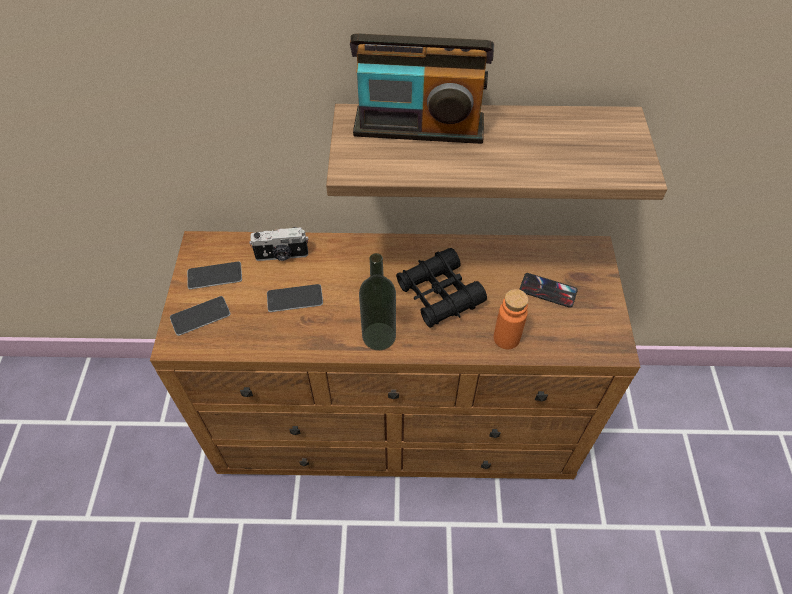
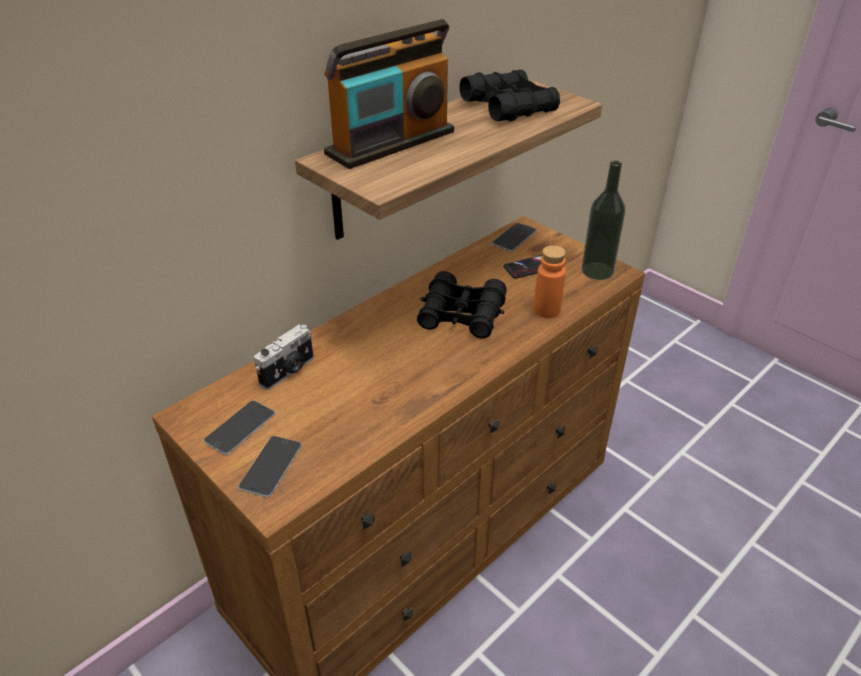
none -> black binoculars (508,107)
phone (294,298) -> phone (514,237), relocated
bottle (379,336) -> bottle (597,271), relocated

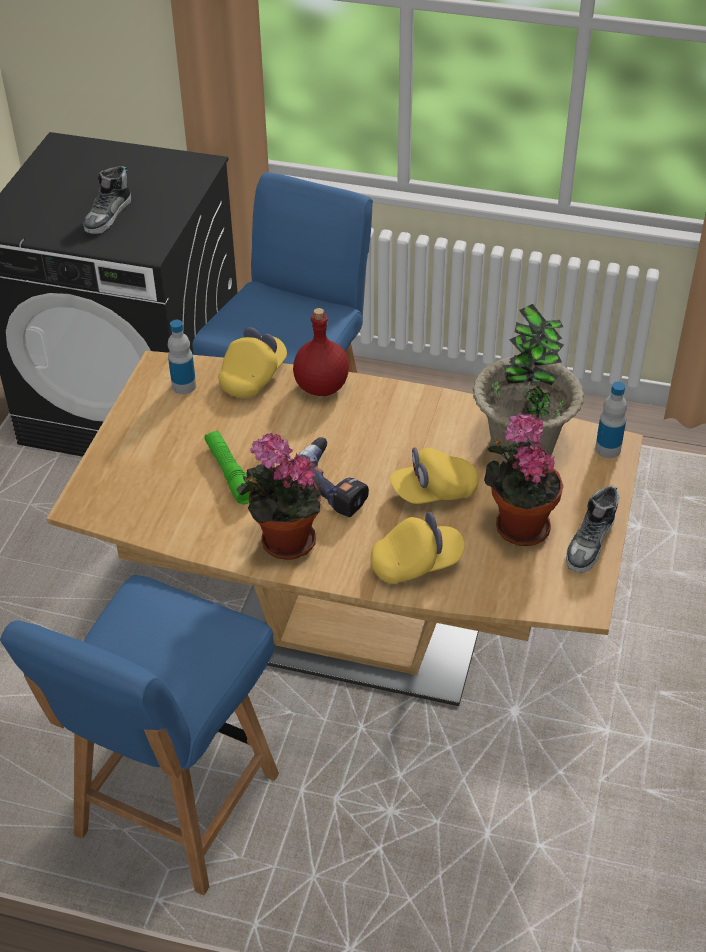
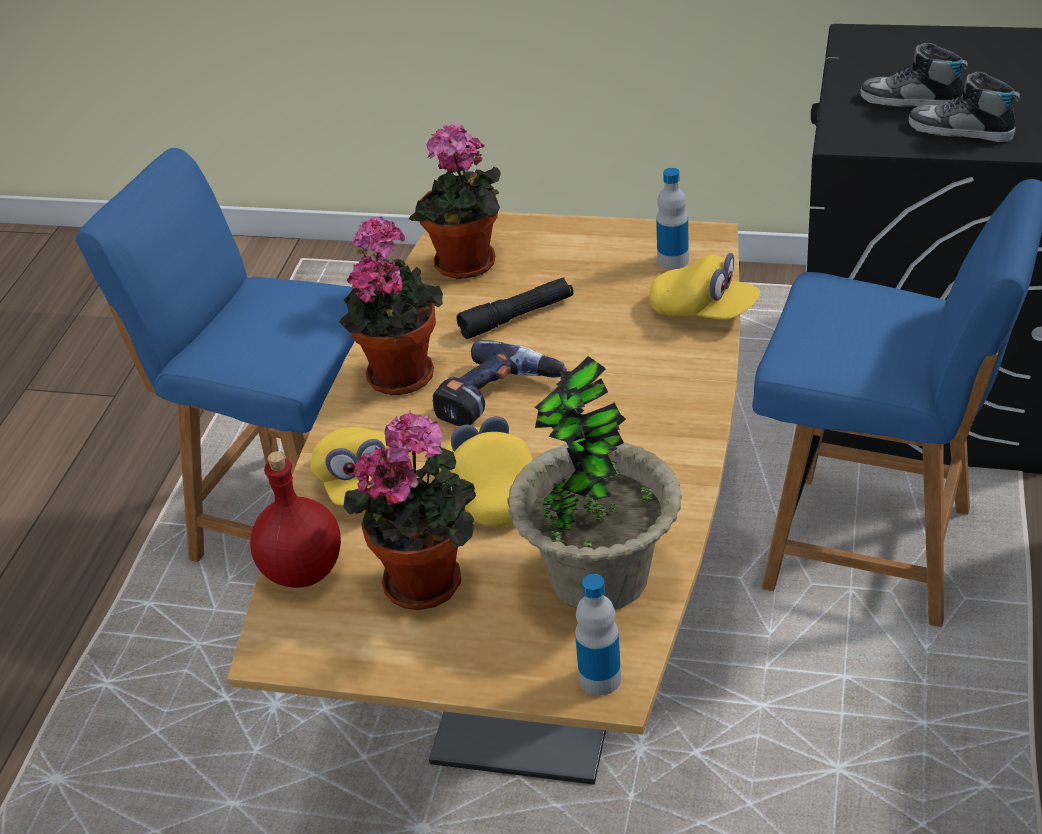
none -> potted plant (466,267)
red bottle (321,386) -> red bottle (304,570), relocated
shoe (590,543) -> shoe (960,131), relocated
green flashlight (229,473) -> black flashlight (517,317)

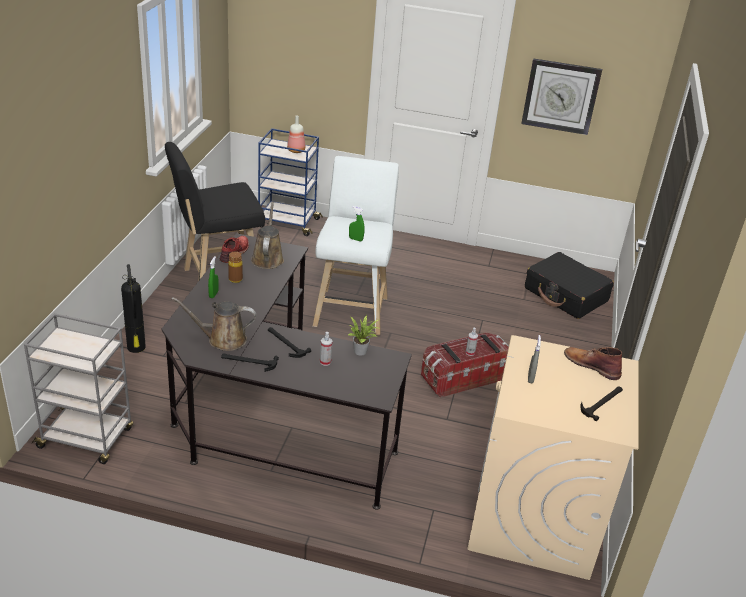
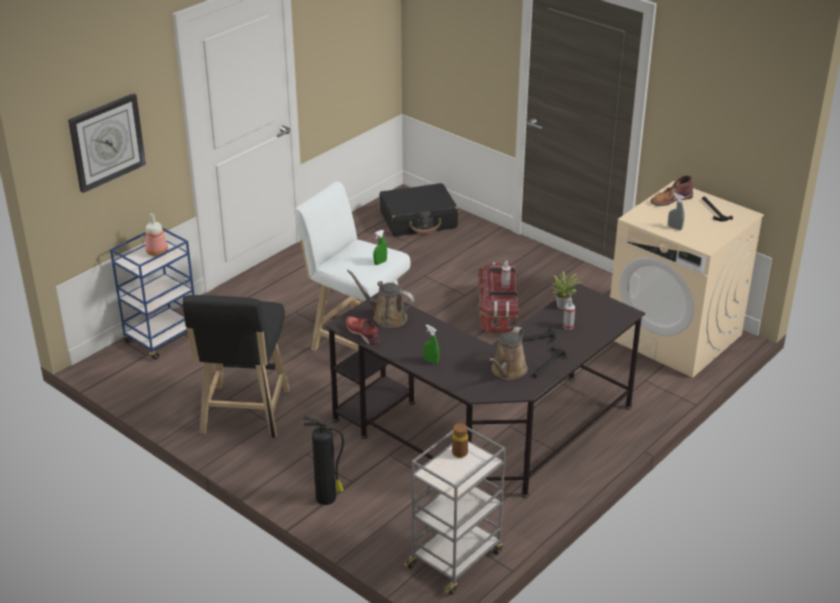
brown bottle (235,279) -> brown bottle (459,453), relocated
wall clock (560,96) -> wall clock (106,142), relocated

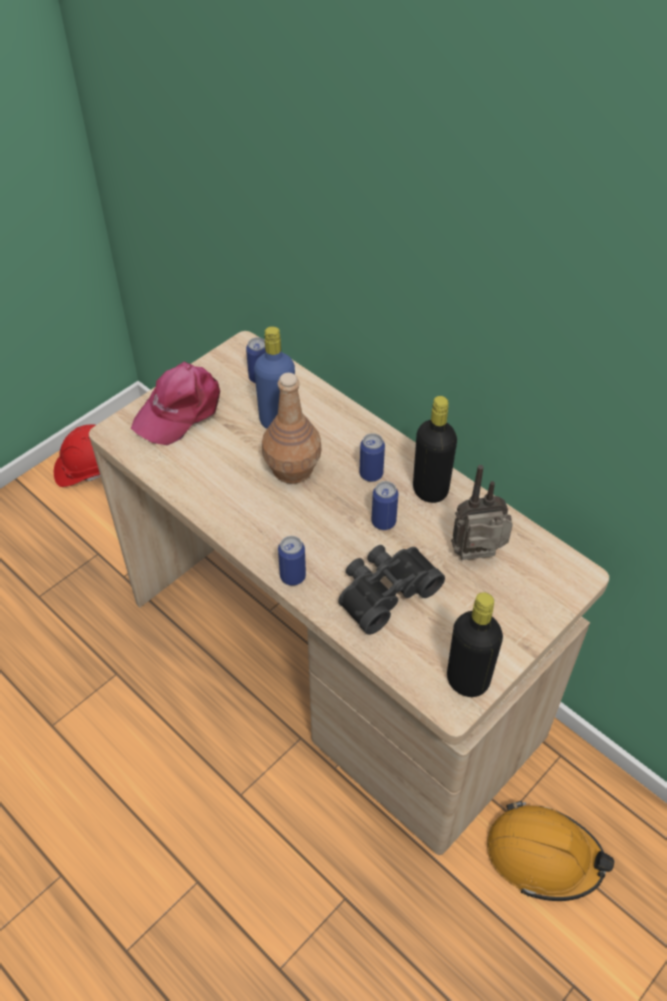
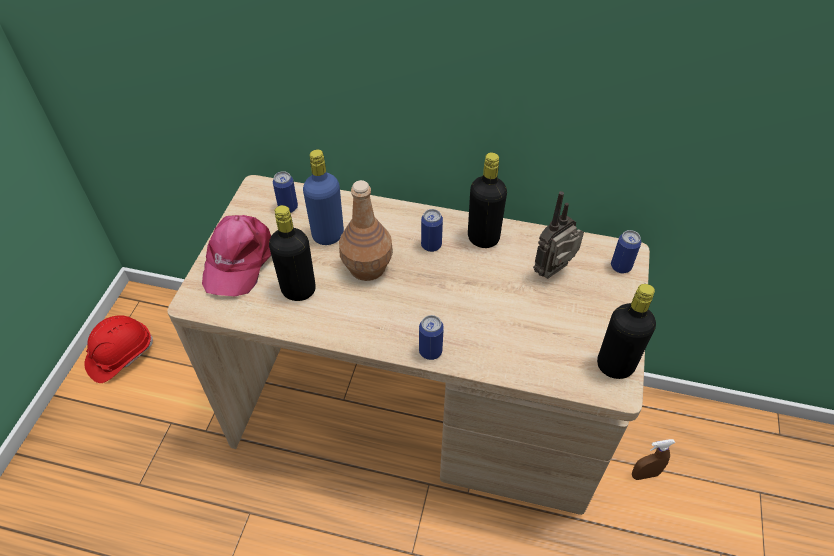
black binoculars (384,591) -> none
none -> black bottle (298,290)
can (383,522) -> can (620,266), relocated
orange hard hat (543,856) -> brown spray bottle (644,474)

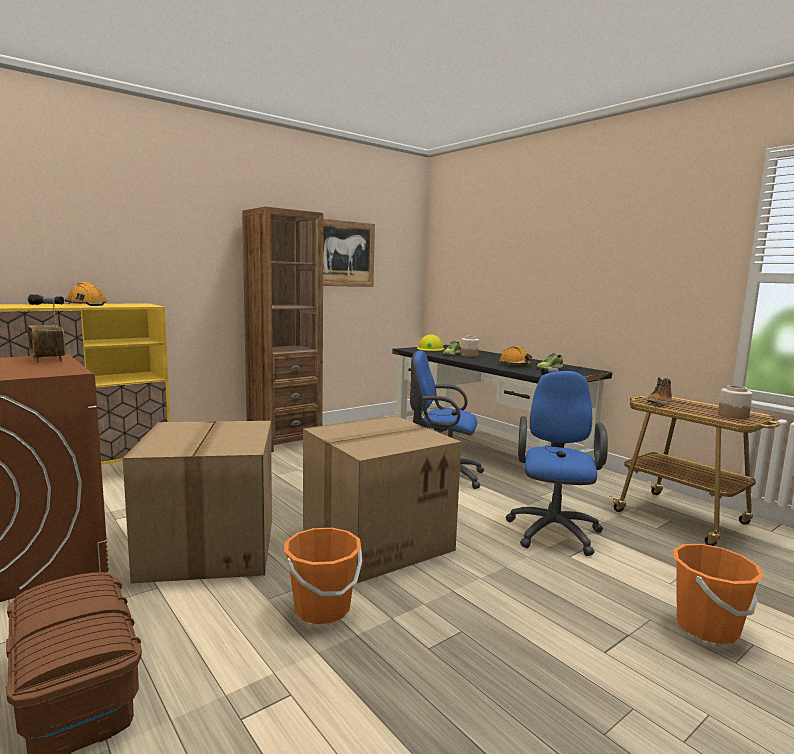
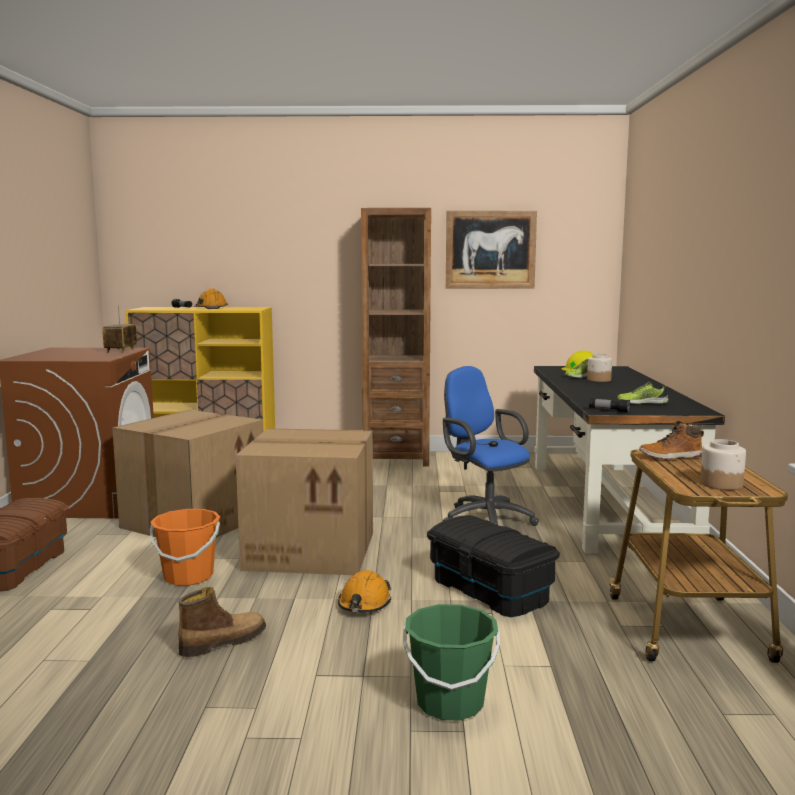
none -> boot (222,642)
orange hard hat (516,365) -> orange hard hat (364,604), relocated
blue office chair (553,530) -> black storage box (490,590)
orange bucket (707,627) -> green bucket (450,703)

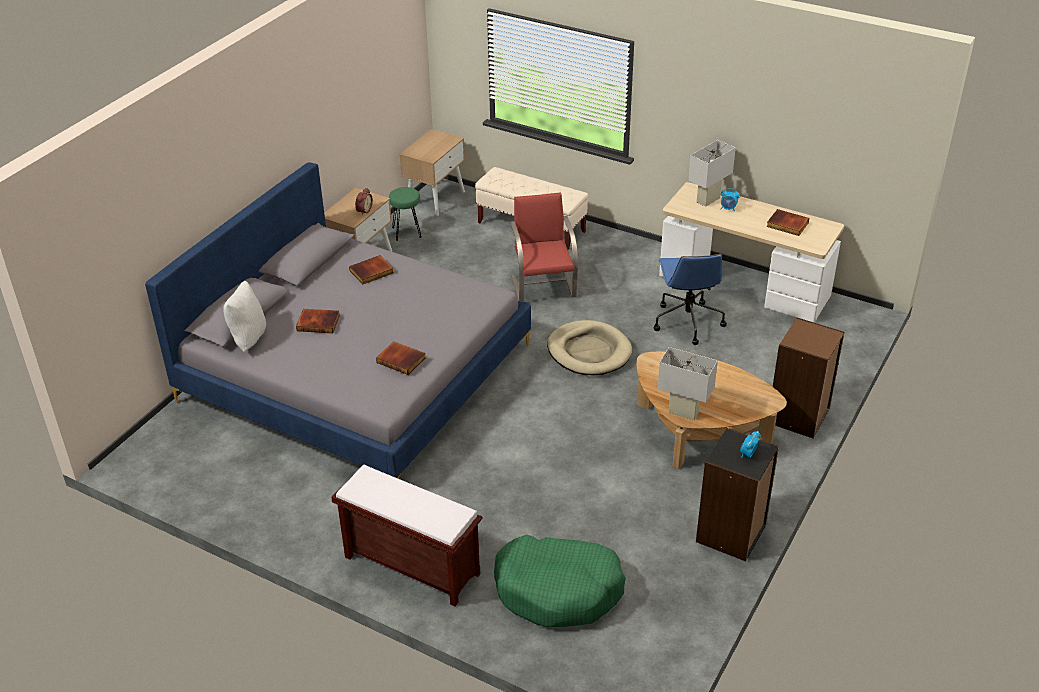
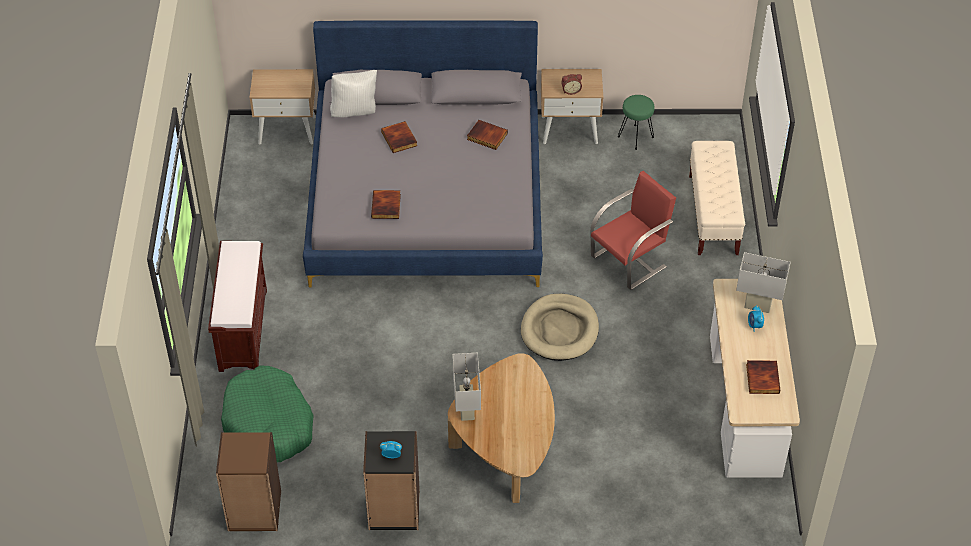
blue office chair (687,321) -> none
beige nightstand (435,198) -> beige nightstand (287,130), relocated
brown bookcase (799,416) -> brown bookcase (254,511), relocated

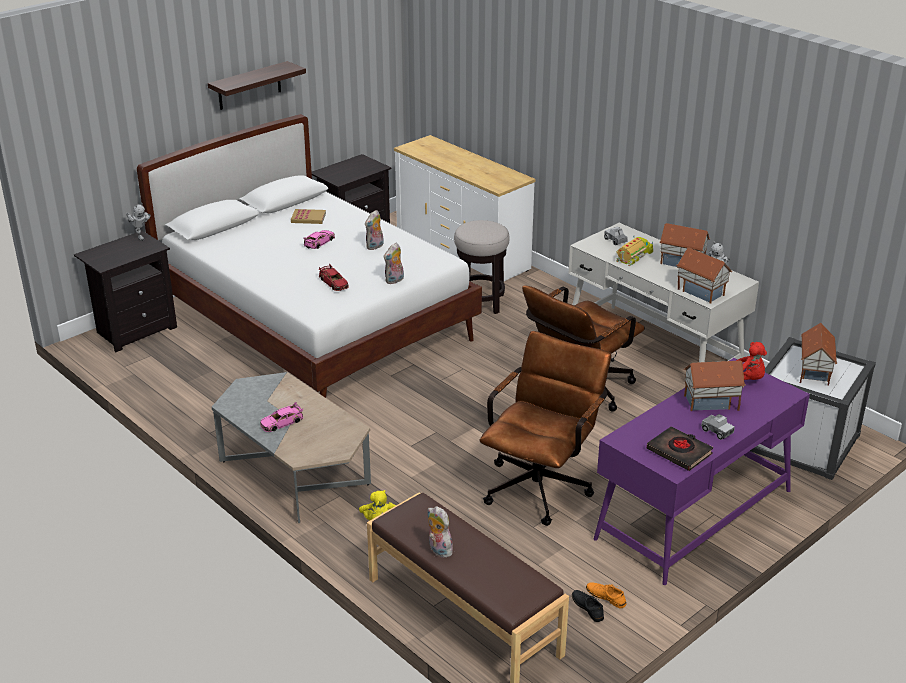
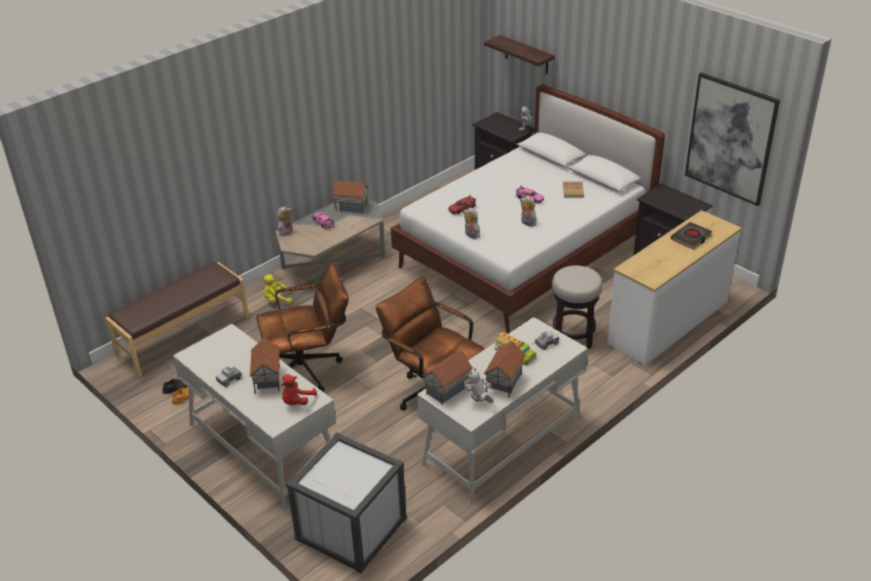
none -> picture (730,139)
shelf (249,86) -> shelf (526,55), relocated
plush toy (438,550) -> plush toy (285,232), relocated
black book (679,452) -> black book (691,238), relocated
toy house (813,372) -> toy house (351,207), relocated
purple desk (693,514) -> white desk (263,446)
brown office chair (541,484) -> brown office chair (309,369), 45 degrees counterclockwise

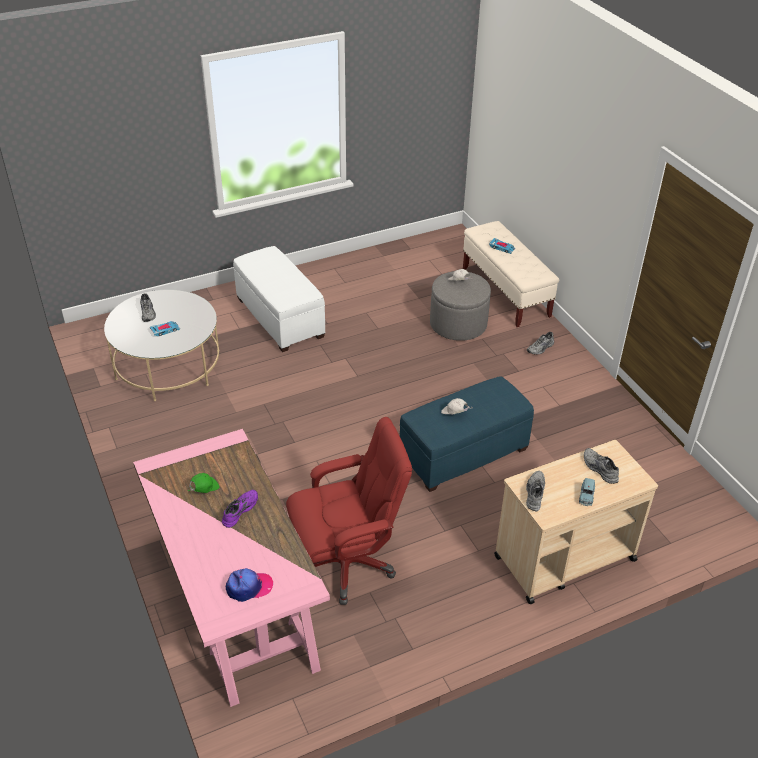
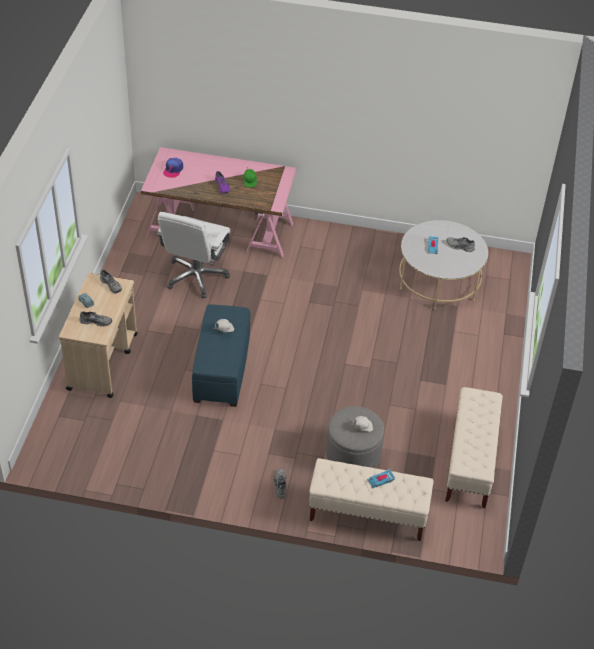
white ottoman (280,318) -> none
none -> beige bench (470,462)
red office chair (347,562) -> white office chair (196,276)

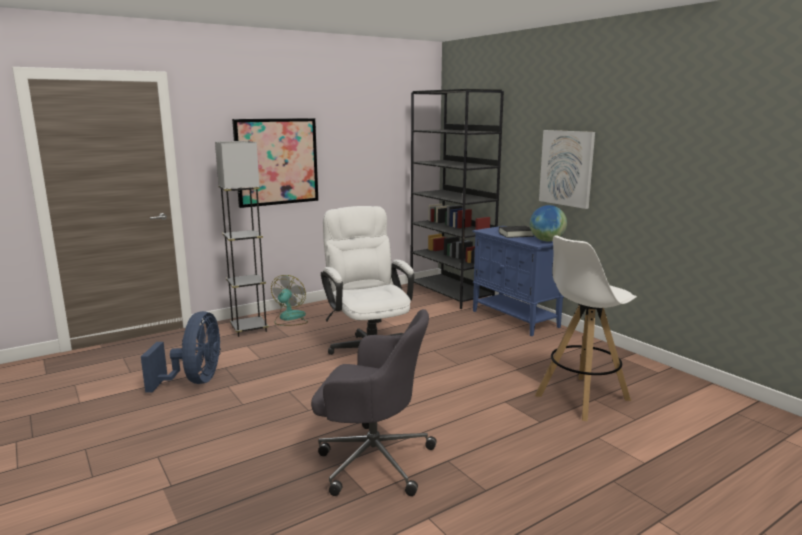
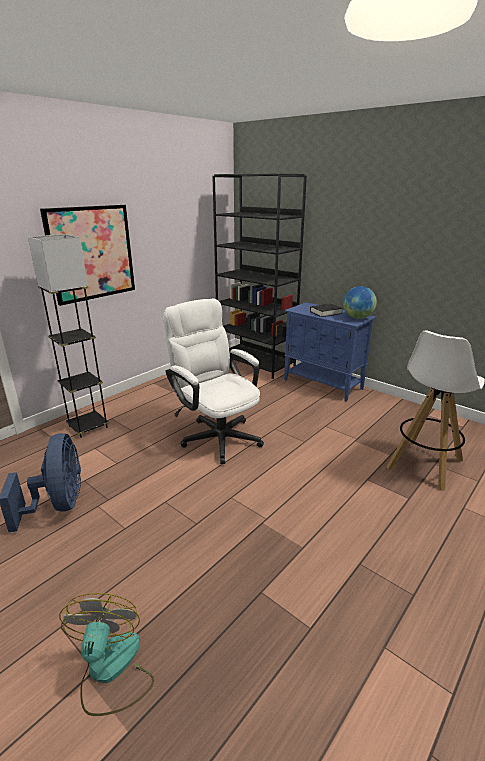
grey office chair (372,460) -> none
picture (566,168) -> none
fan (289,318) -> fan (111,670), relocated

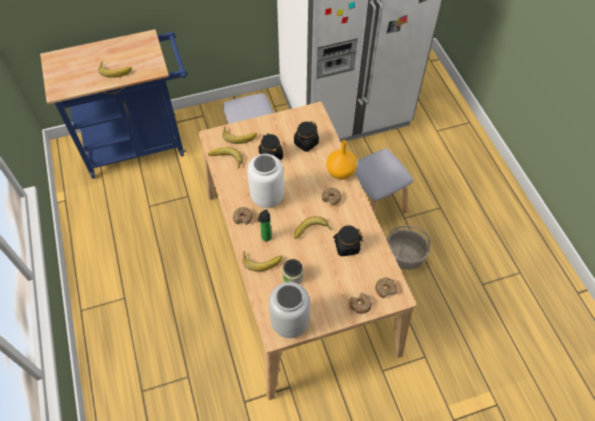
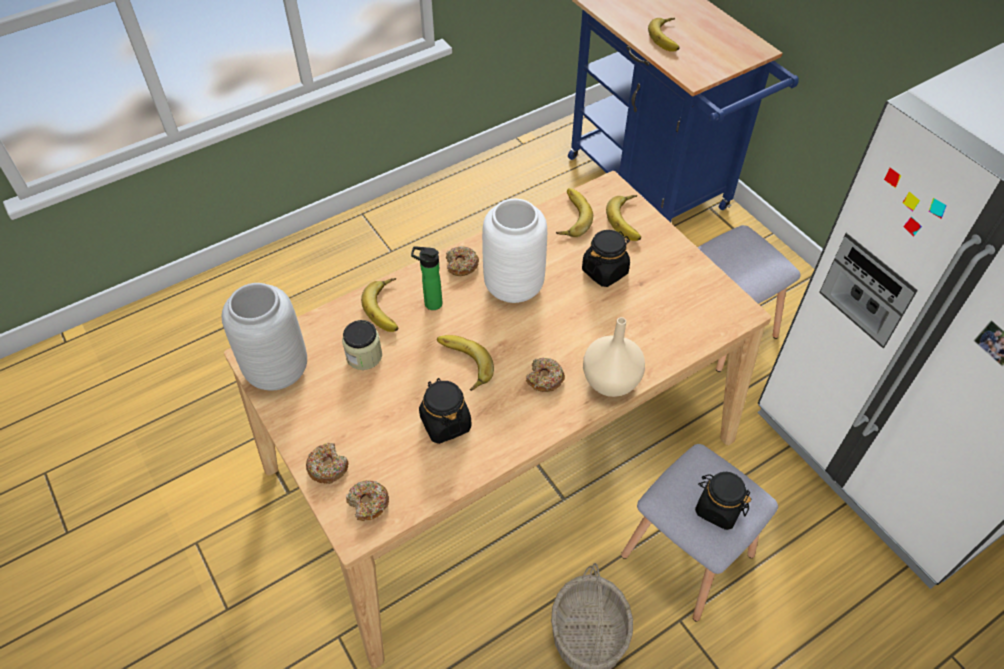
black jar (306,143) -> black jar (718,508), relocated
orange vase (340,172) -> beige vase (610,380)

